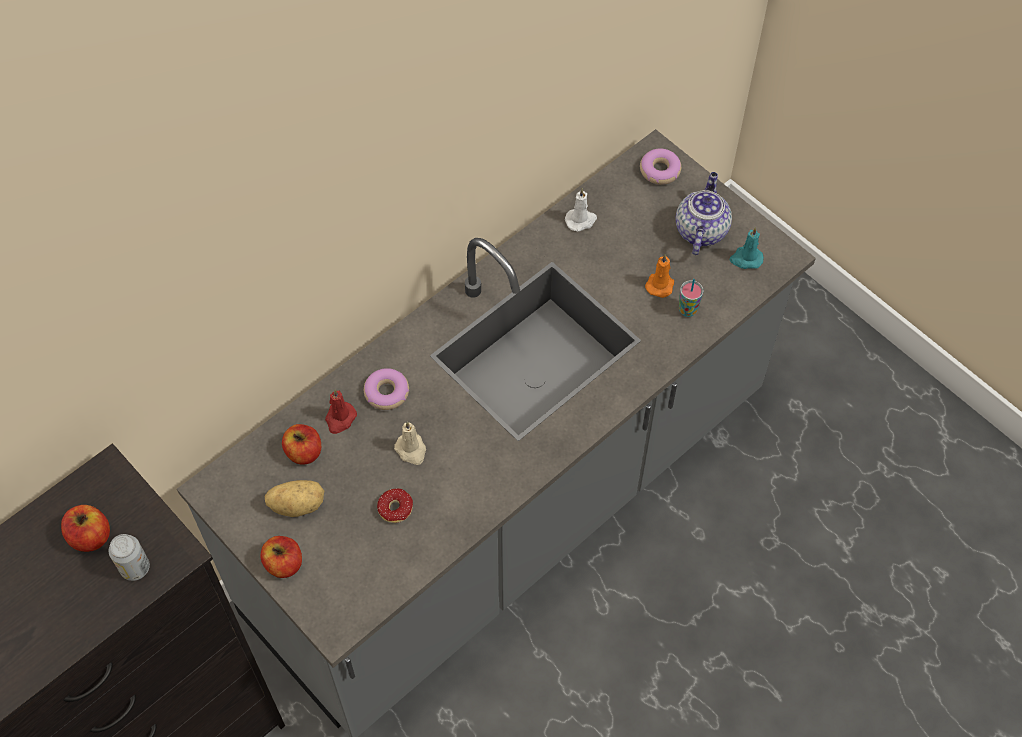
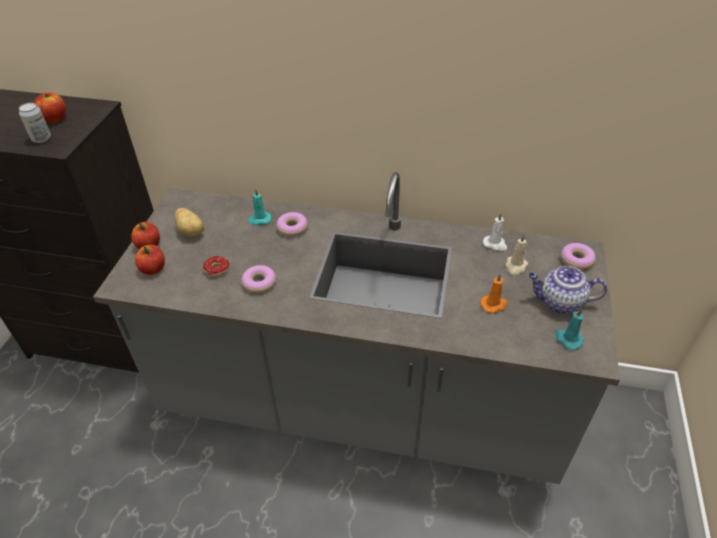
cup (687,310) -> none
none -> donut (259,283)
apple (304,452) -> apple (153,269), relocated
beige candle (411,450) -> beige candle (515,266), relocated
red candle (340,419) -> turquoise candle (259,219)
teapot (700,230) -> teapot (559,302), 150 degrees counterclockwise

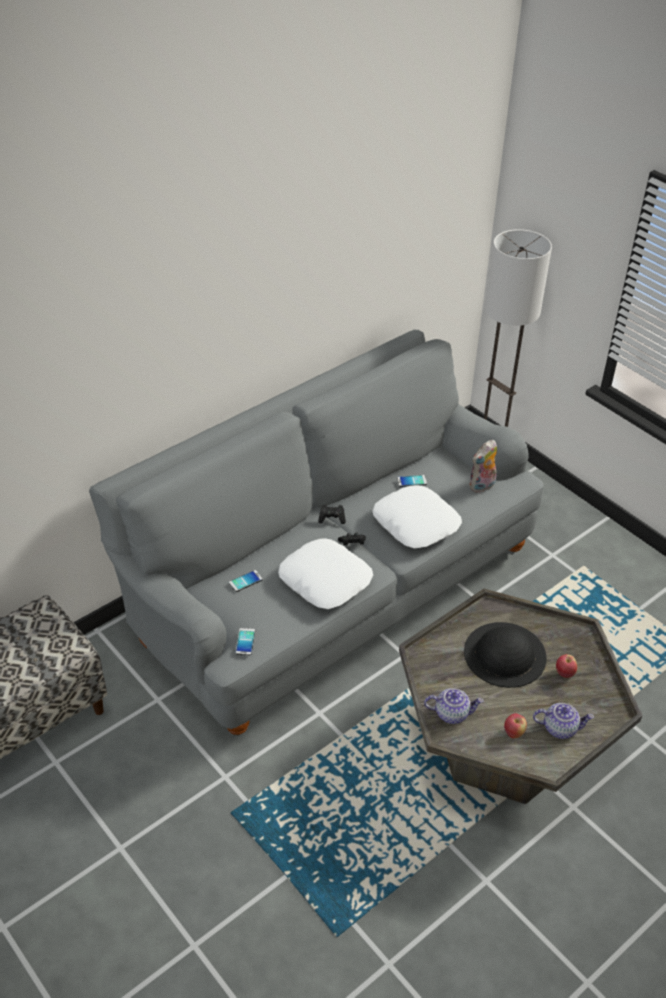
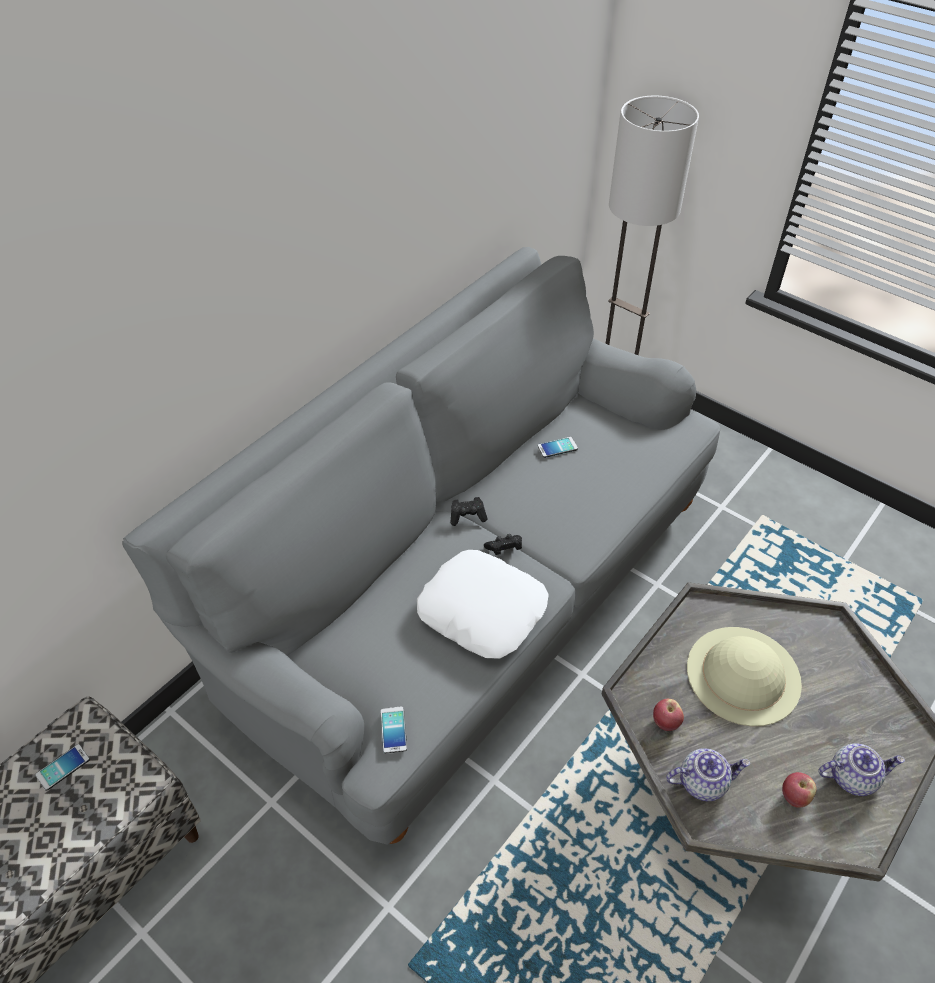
white pillow (416,523) -> none
plush toy (482,486) -> none
phone (245,581) -> phone (63,767), relocated
apple (564,673) -> apple (665,723), relocated
black hat (505,654) -> beige hat (743,675)

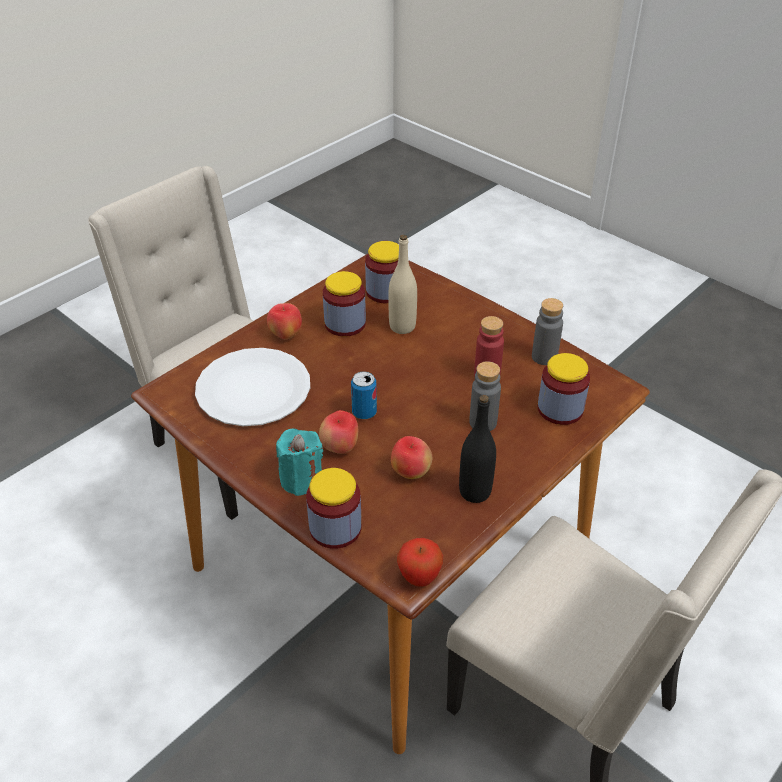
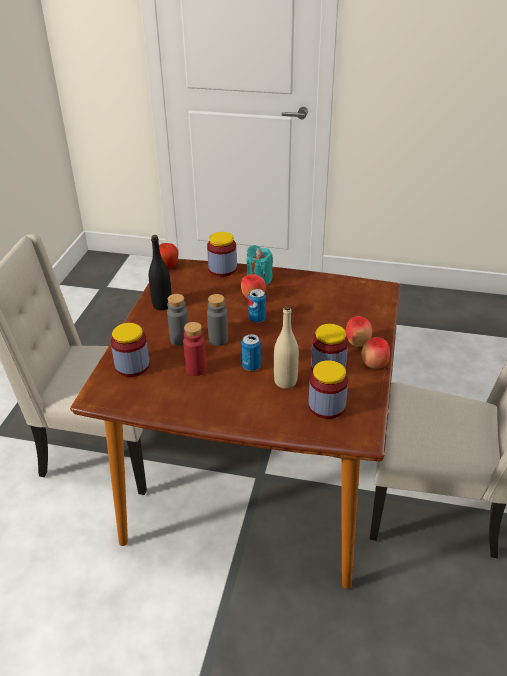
white plate (254,389) -> none
none -> can (251,366)
apple (410,473) -> apple (374,365), relocated
grey bottle (544,357) -> grey bottle (218,340), relocated

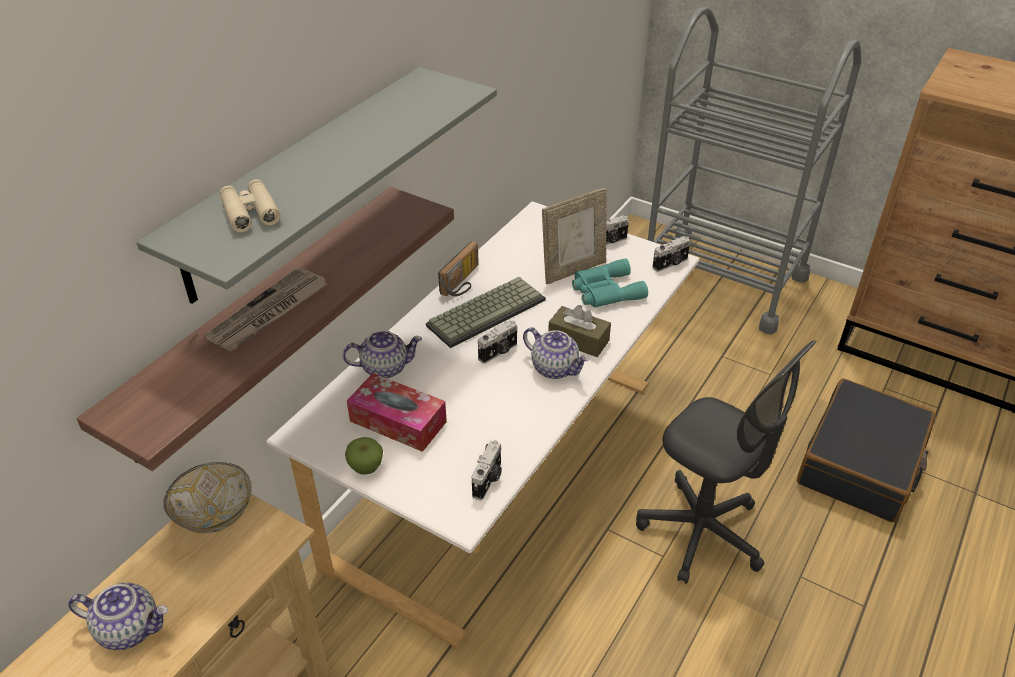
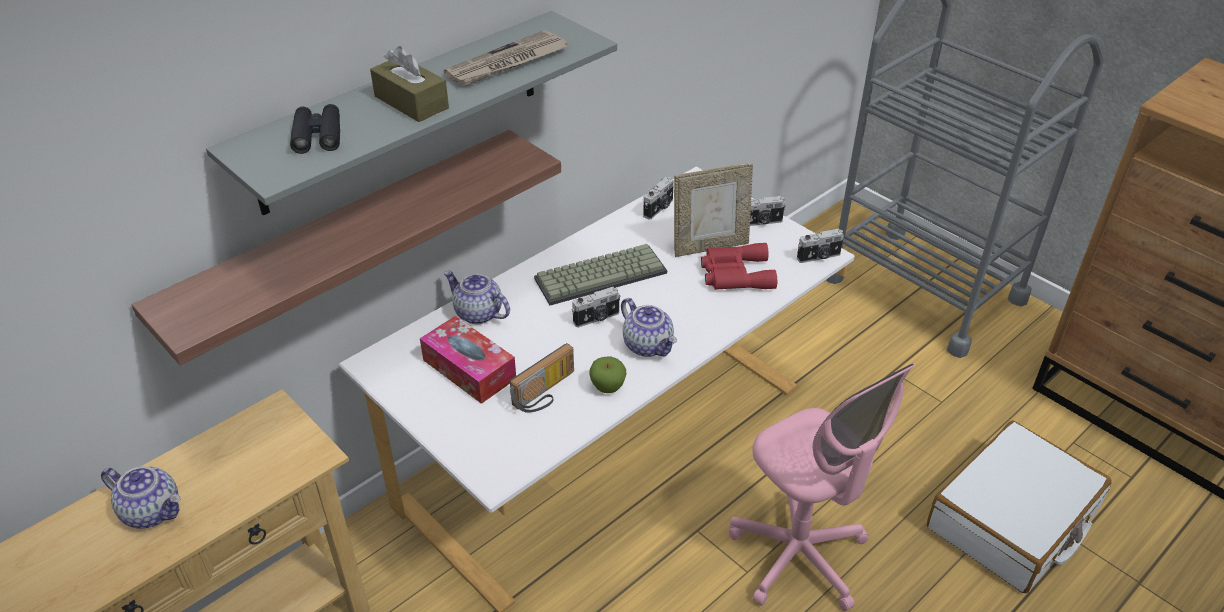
bowl (214,515) -> none
newspaper (269,313) -> newspaper (507,63), relocated
apple (366,468) -> apple (608,387), relocated
radio (463,282) -> radio (546,393), relocated
photo camera (488,480) -> photo camera (659,208), relocated
brown tissue box (578,340) -> brown tissue box (411,102), relocated
beige binoculars (250,212) -> black binoculars (318,136)
turquoise binoculars (605,291) -> red binoculars (735,274)
grey office chair (701,532) -> pink office chair (798,556)
black suitcase (861,463) -> white suitcase (1012,521)
teapot (385,367) -> teapot (477,313), 150 degrees counterclockwise

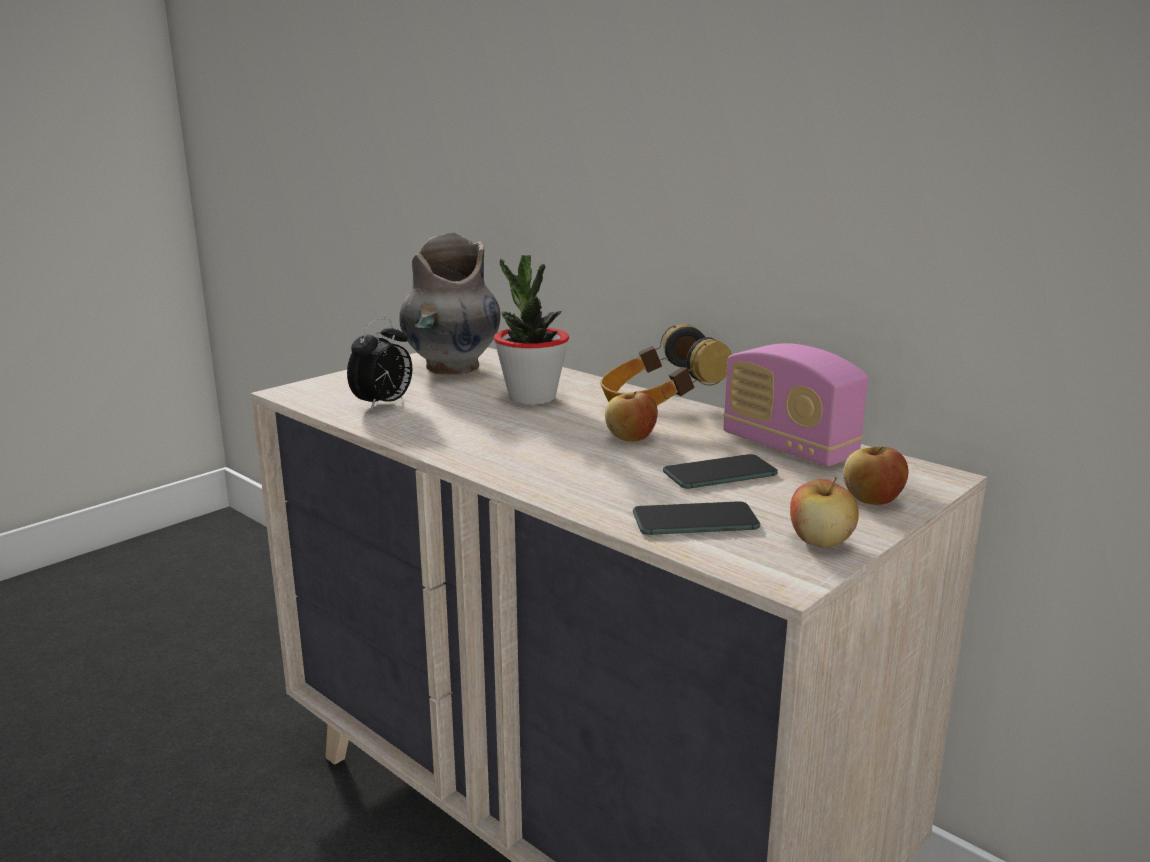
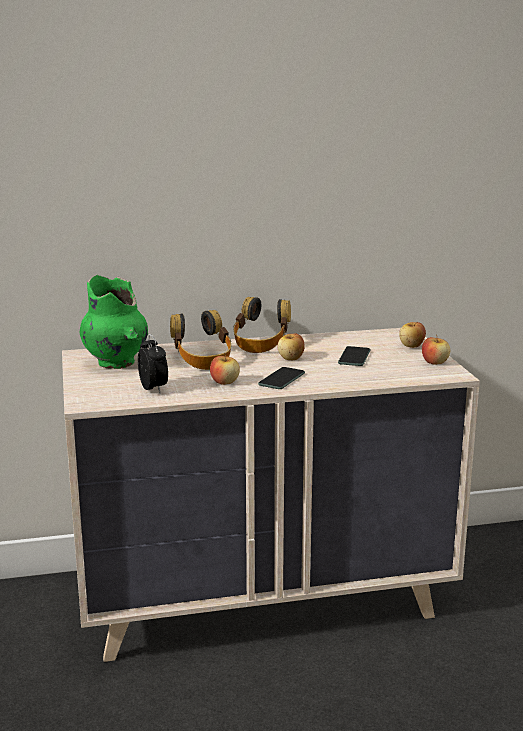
radio (788,448) -> none
none -> apple (225,382)
phone (695,520) -> phone (281,379), relocated
potted plant (532,398) -> headphones (202,360)
grey vase (452,369) -> green vase (116,363)

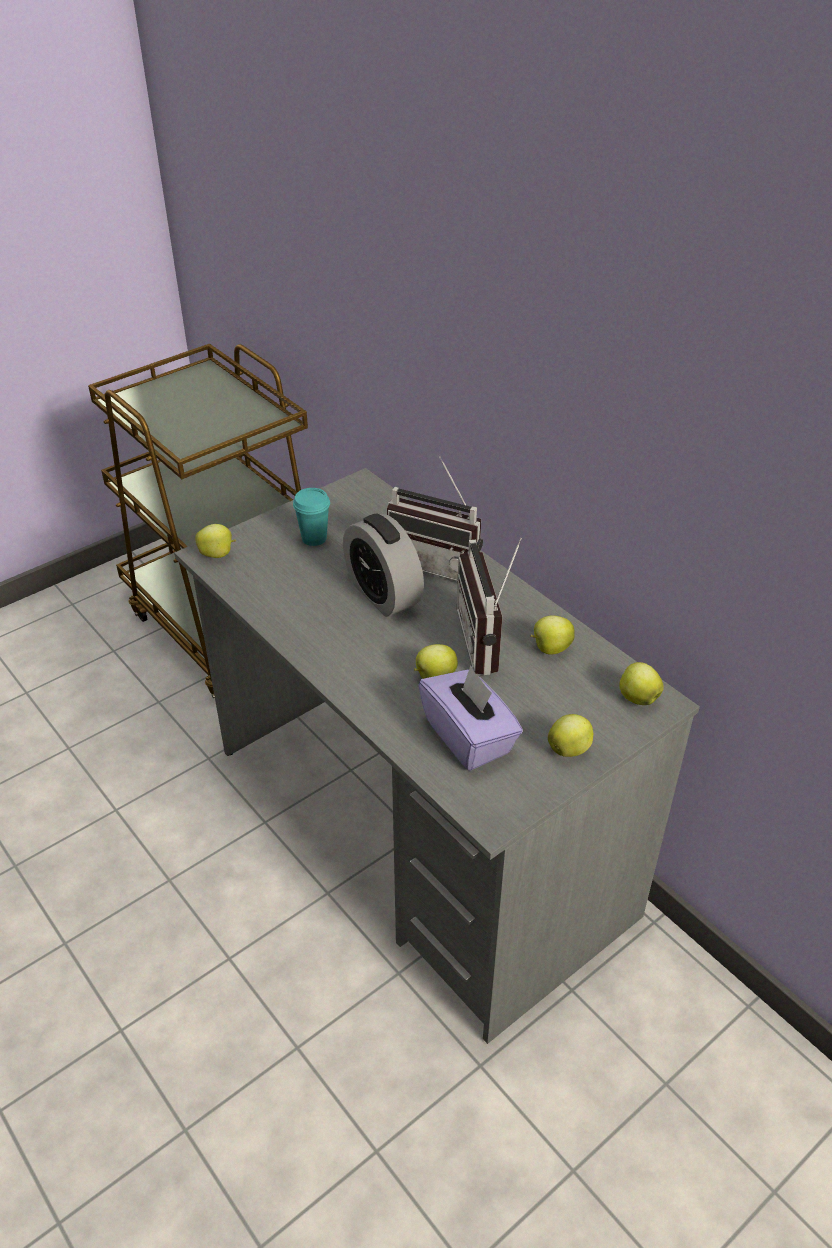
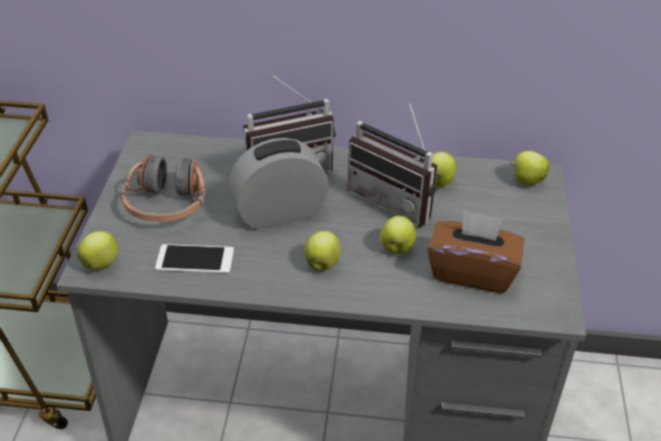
none -> phone (195,259)
apple (569,749) -> apple (322,263), relocated
turquoise cup (314,538) -> headphones (167,204)
purple tissue box (469,737) -> brown tissue box (472,272)
alarm clock (383,594) -> alarm clock (279,213), 150 degrees clockwise

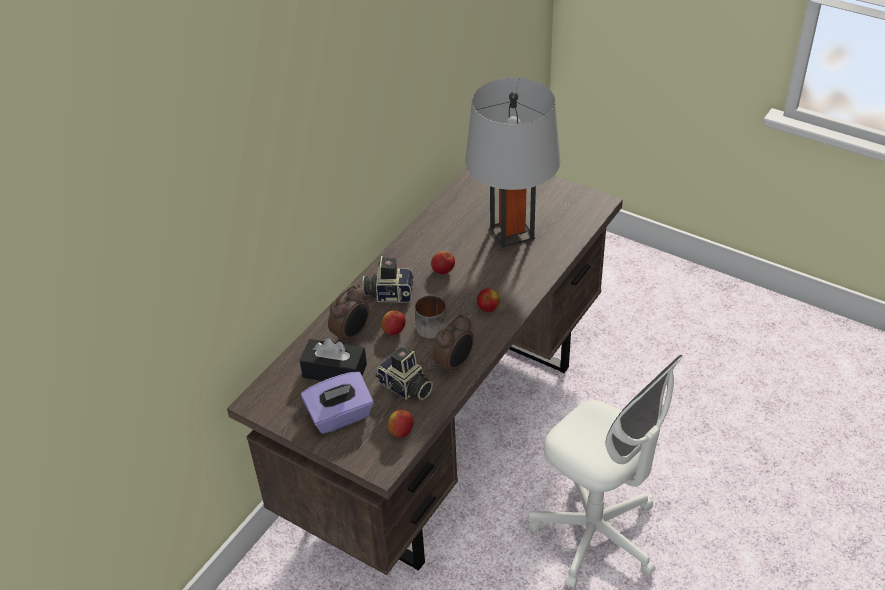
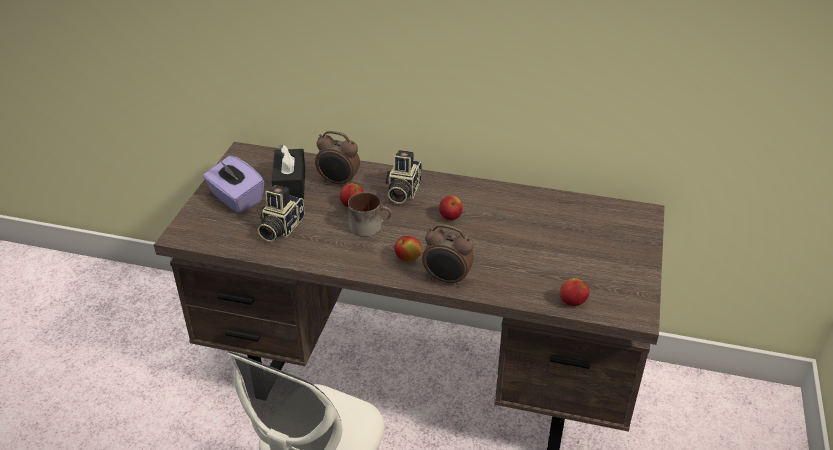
grey table lamp (512,233) -> none
apple (401,431) -> apple (572,302), relocated
alarm clock (455,364) -> alarm clock (447,280), relocated
photo camera (389,293) -> photo camera (402,191), 150 degrees counterclockwise

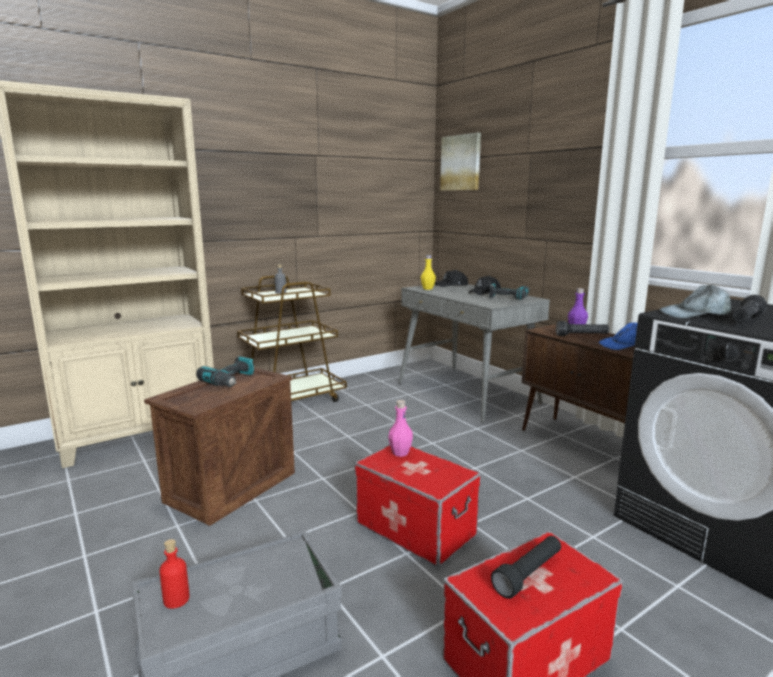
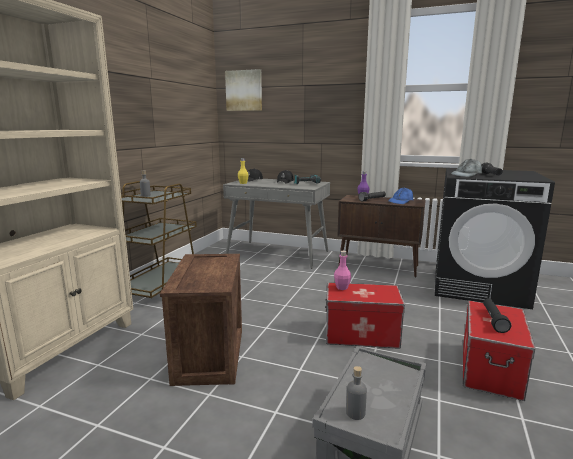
power drill (232,381) -> none
red bottle (176,599) -> grey bottle (355,413)

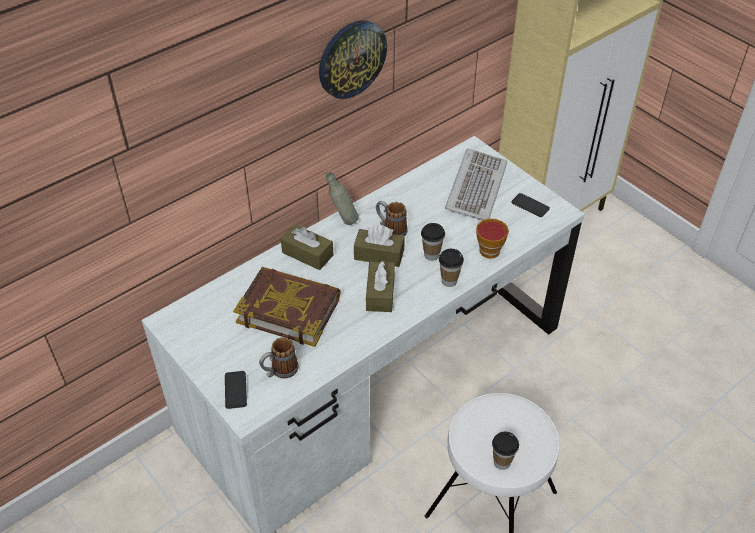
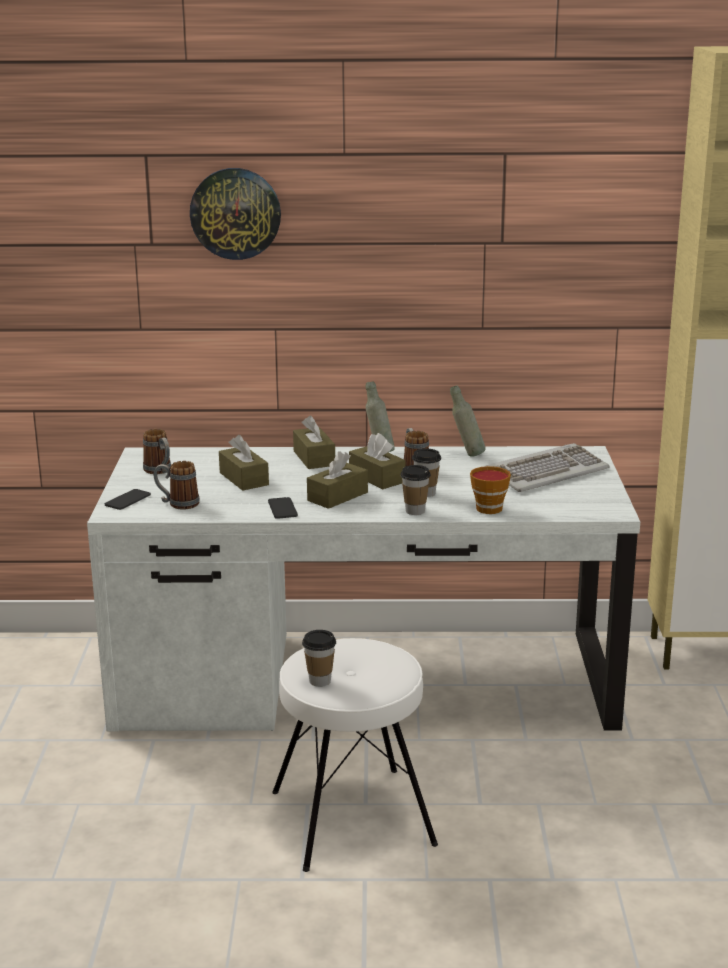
none -> mug (160,471)
none -> grey bottle (466,455)
wall clock (351,59) -> wall clock (235,213), relocated
phone (530,205) -> phone (282,508), relocated
book (289,309) -> brown tissue box (244,479)

